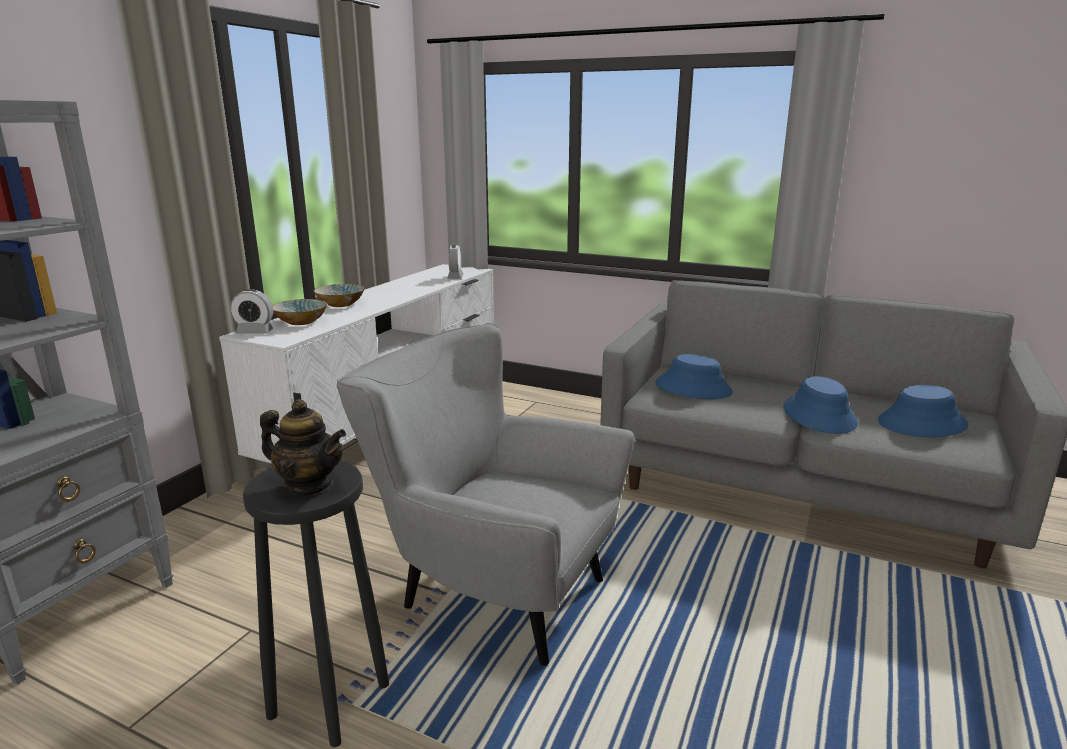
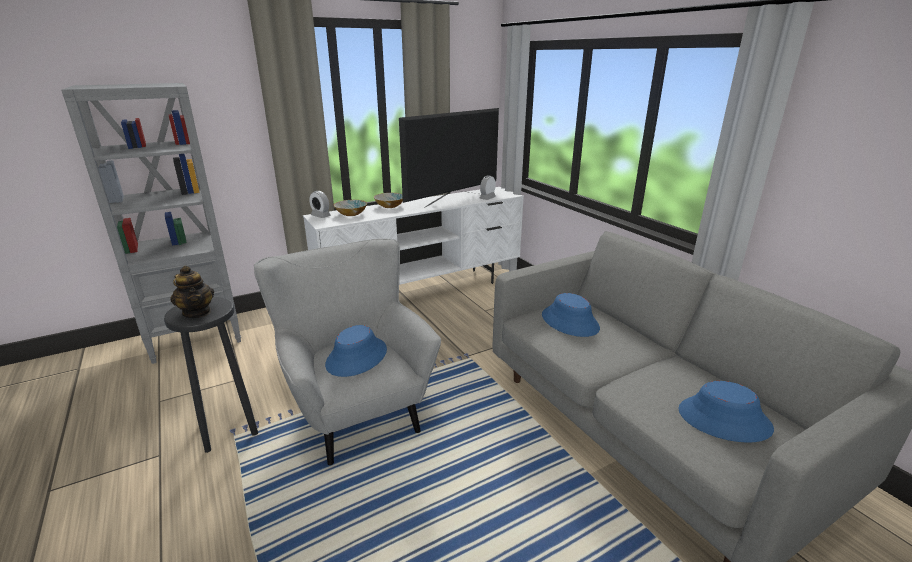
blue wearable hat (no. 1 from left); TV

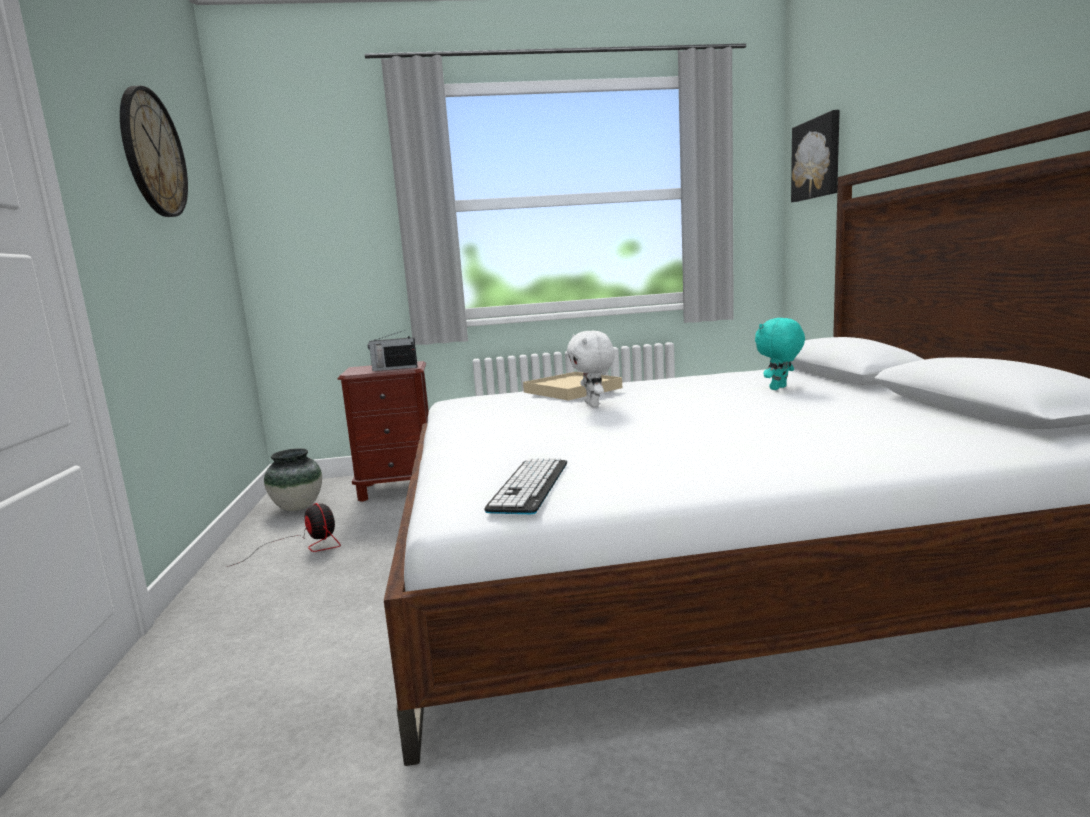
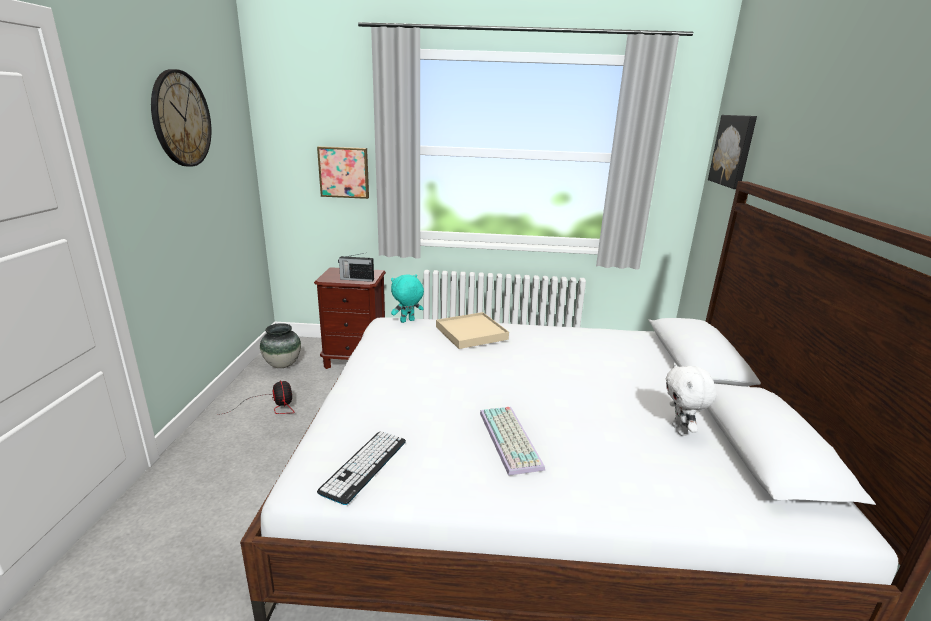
white cuddly toy; blue-green cuddly toy; picture (no. 1 from left); computer keyboard (no. 2 from left)

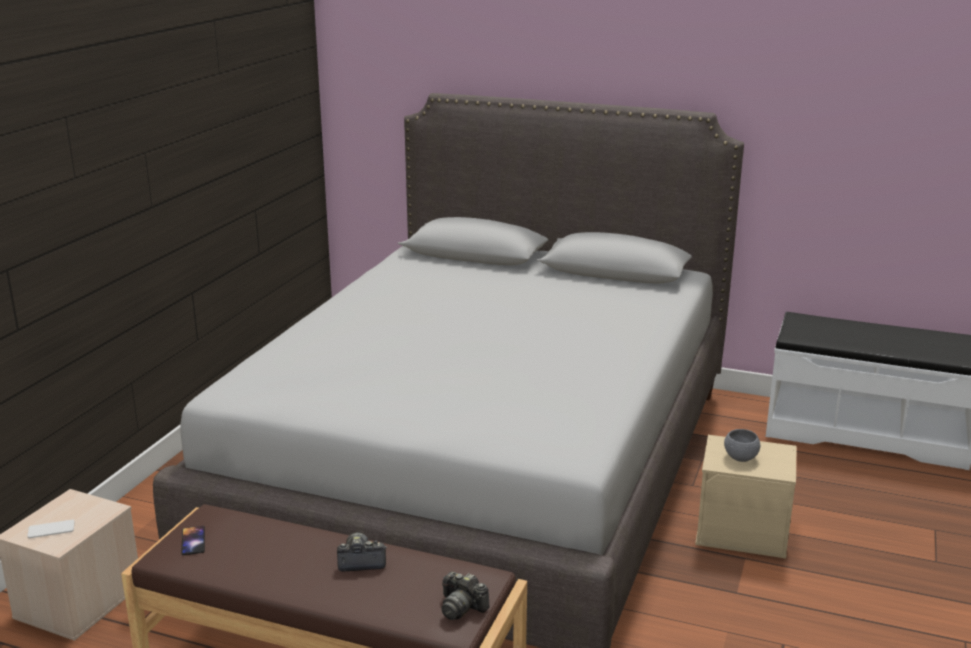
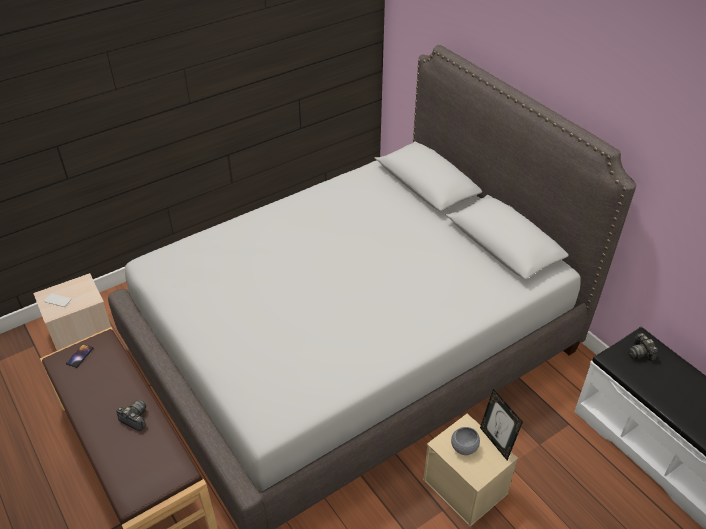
still camera (no. 2 from left); photo frame

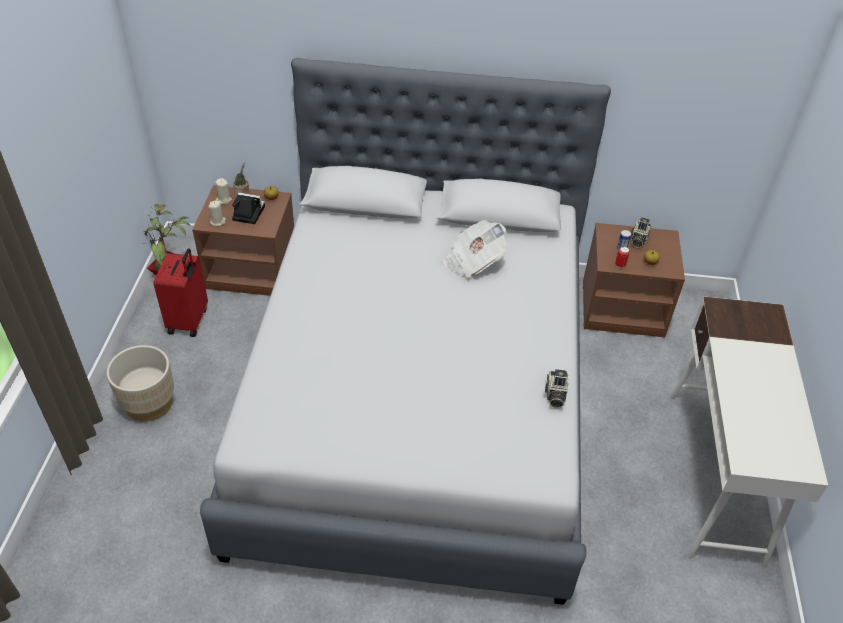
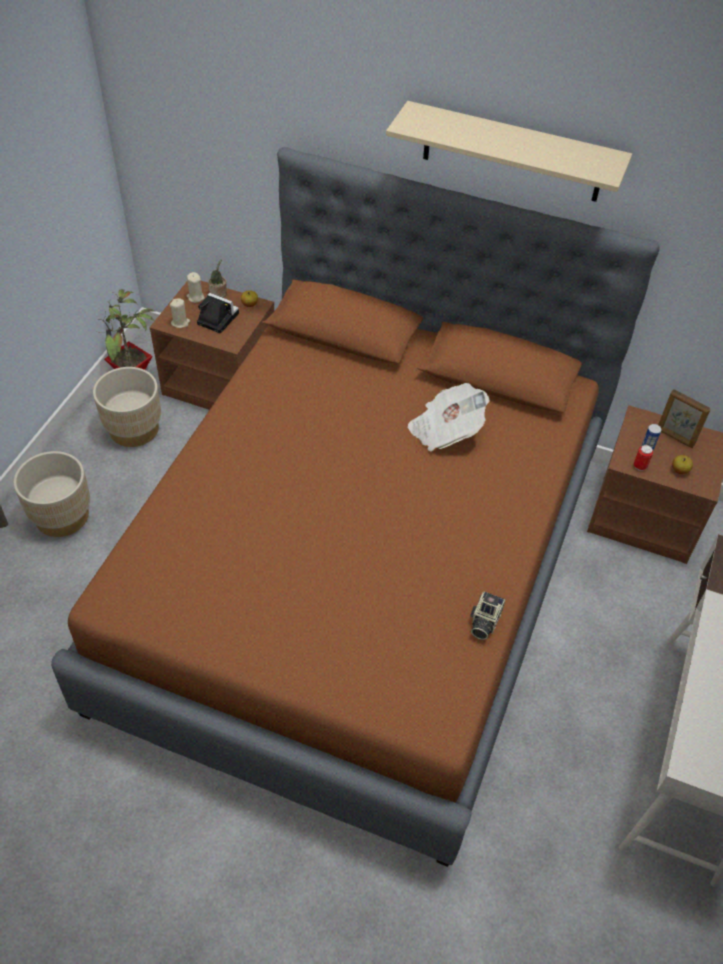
beige-coloured planter (no. 2 from left); brown sleeping bed; photo frame; beige-coloured bracket shelf

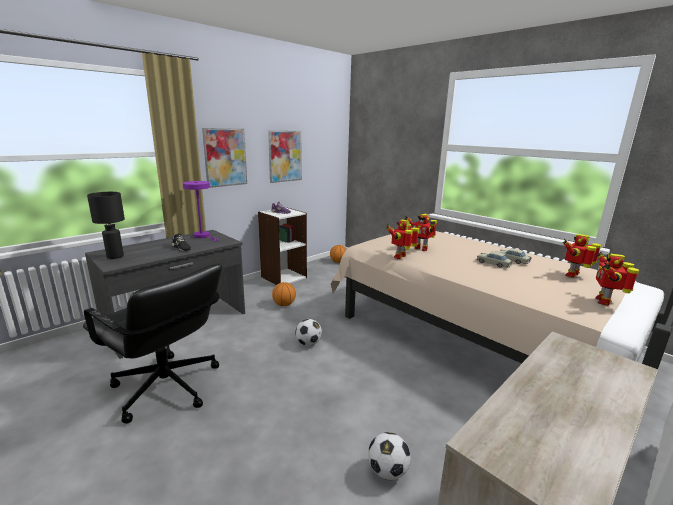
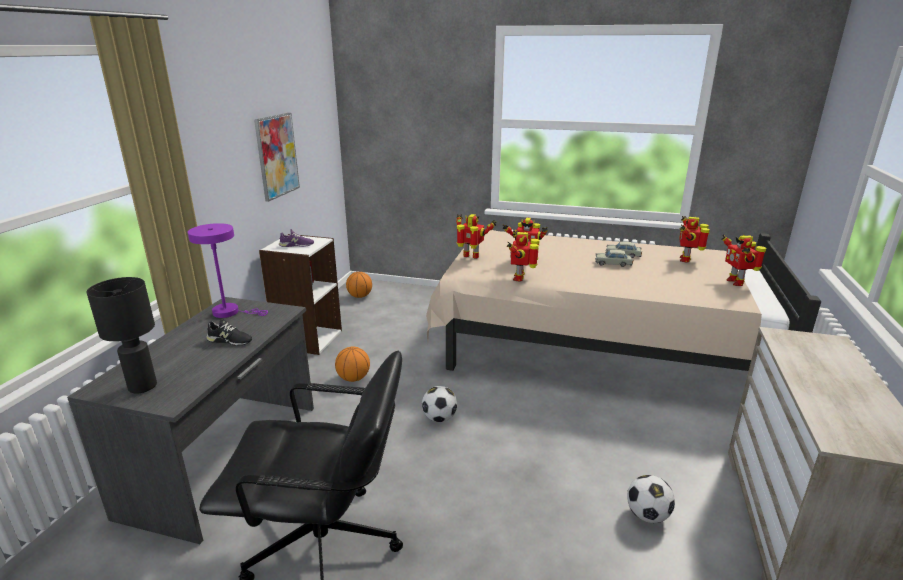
picture (no. 1 from left in the first image); toy robot (no. 1 from left)

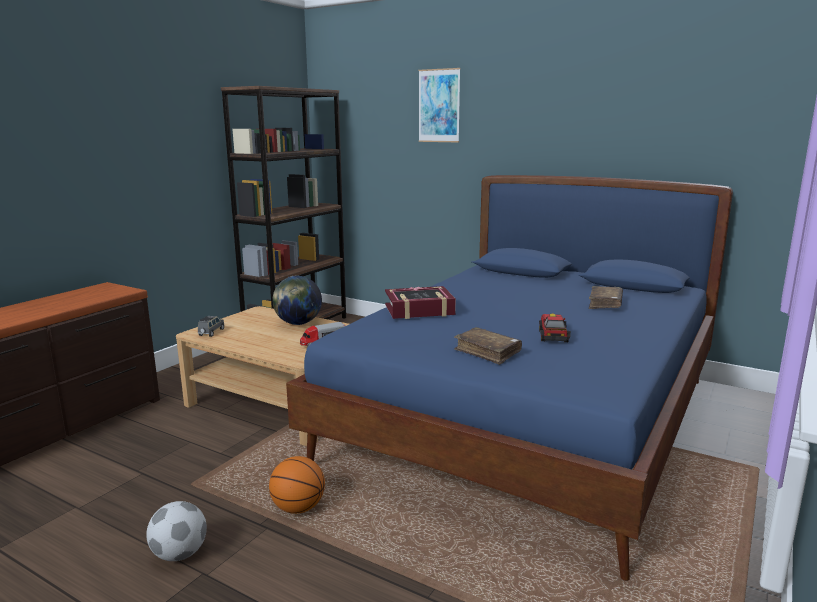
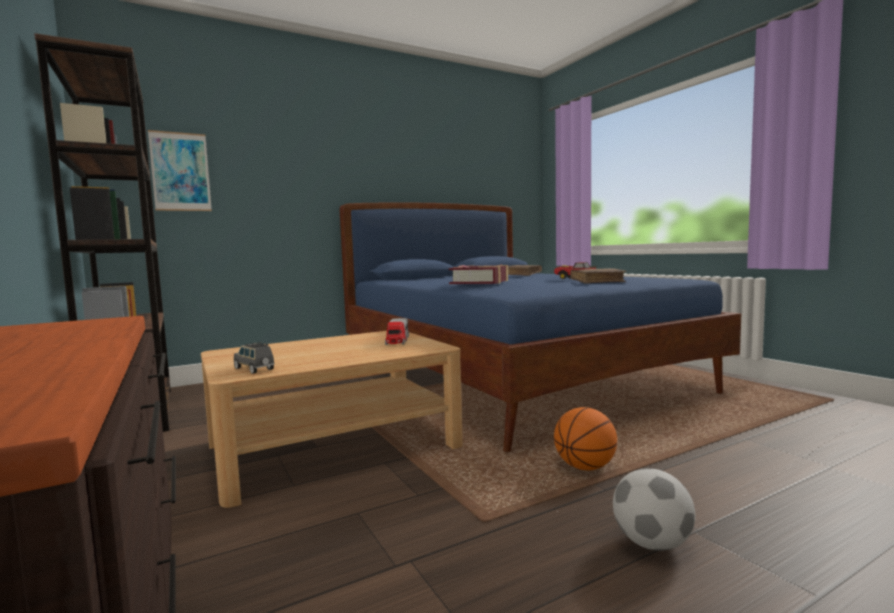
world globe; picture

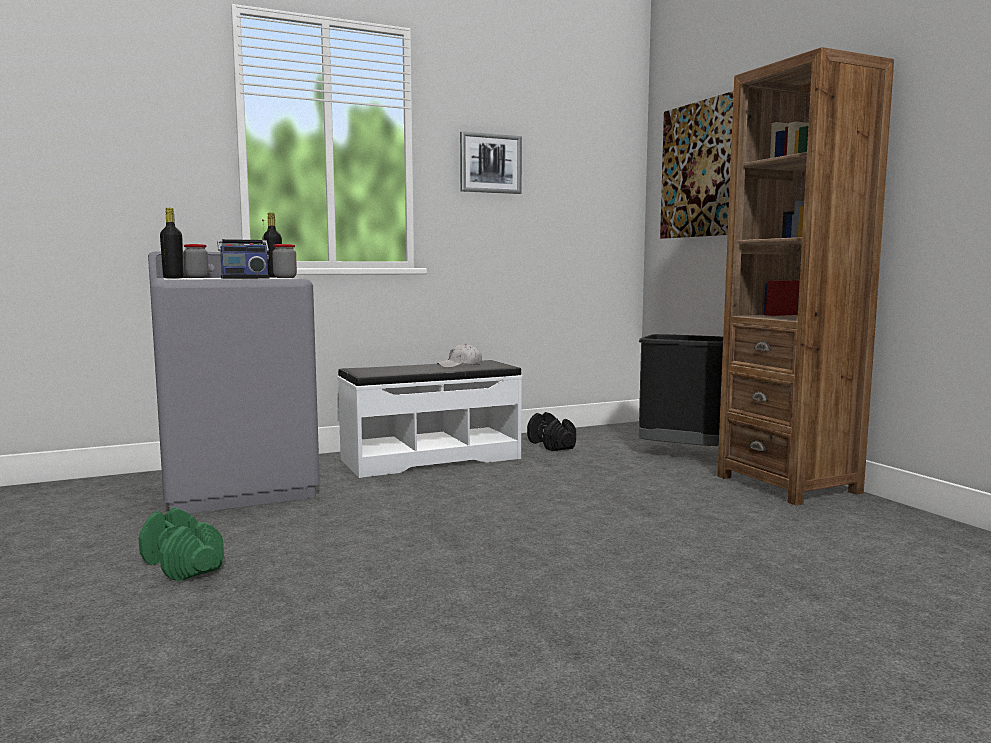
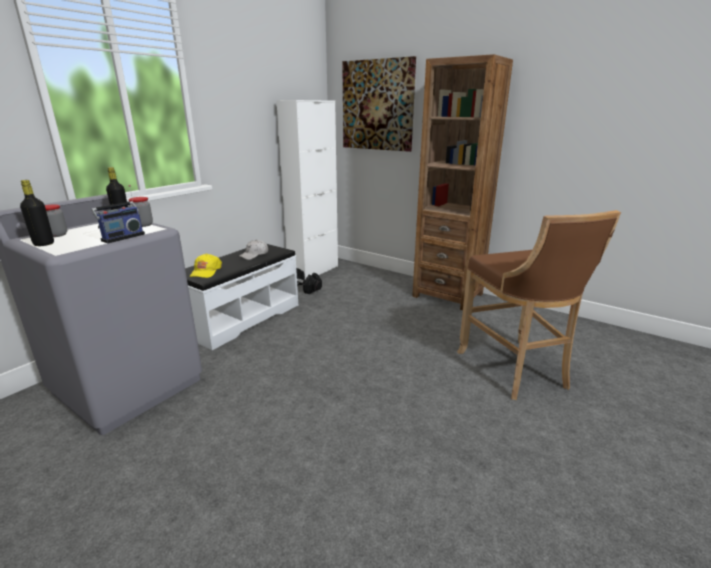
greenish free weight; picture (no. 1 from left in the first image); blackish waste bin; yellowish peaked cap; white cabinet; brown stool seat

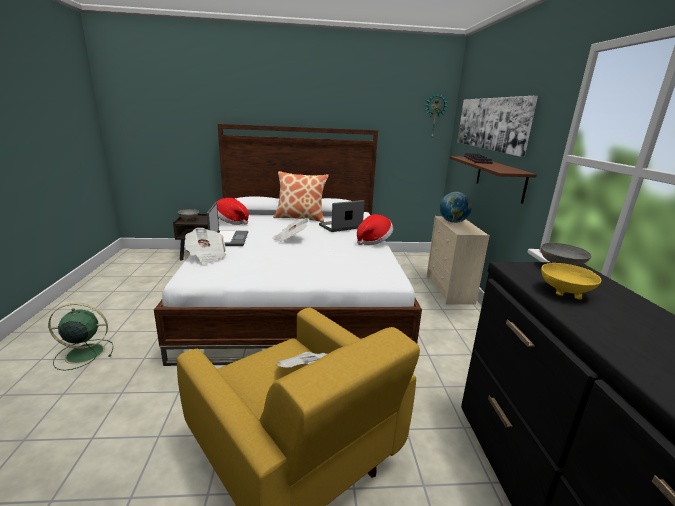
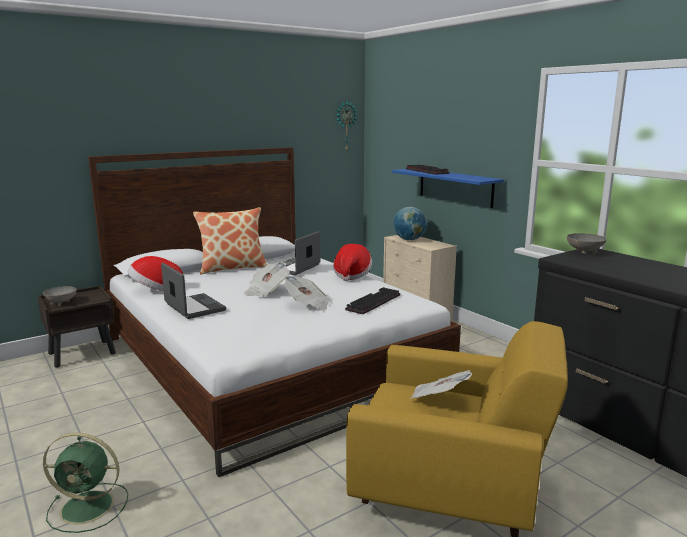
greenish fan; daily paper (no. 2 from left); blue bracket shelf; picture; yellowish bowl; computer keyboard (no. 1 from left)

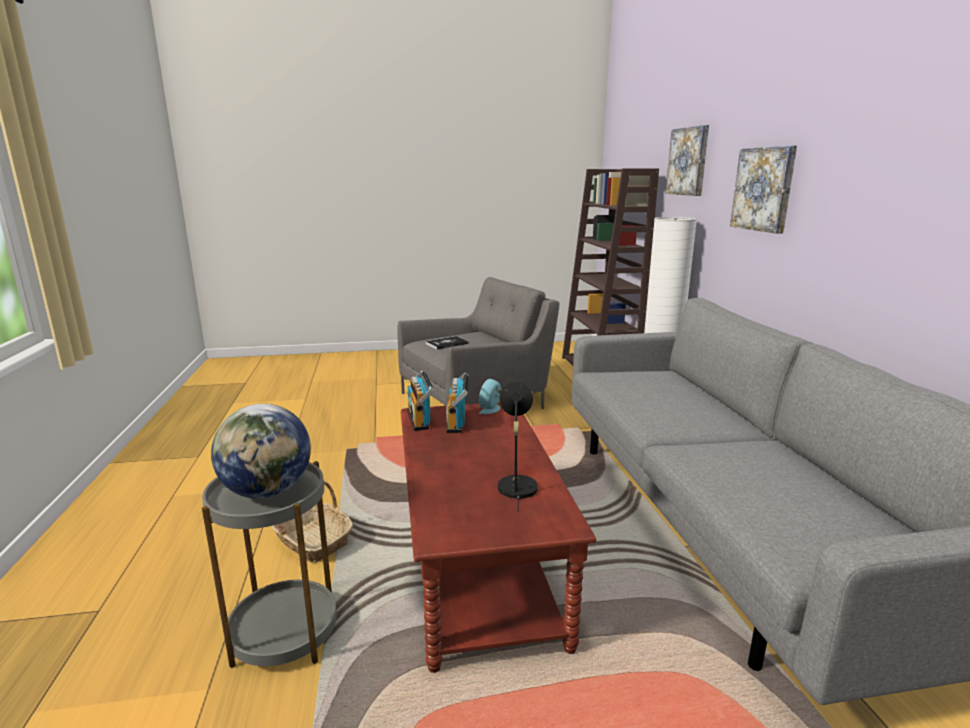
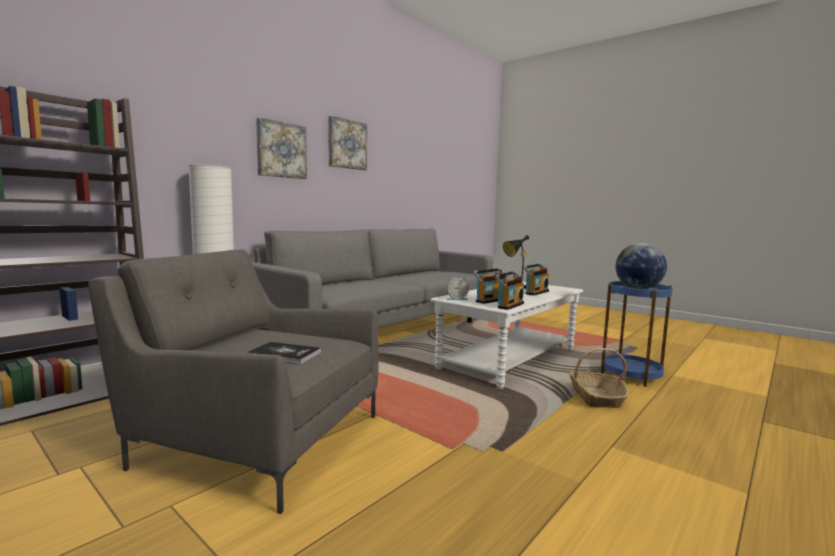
blue end table; white coffee table; picture (no. 2 from left); radio (no. 3 from left)

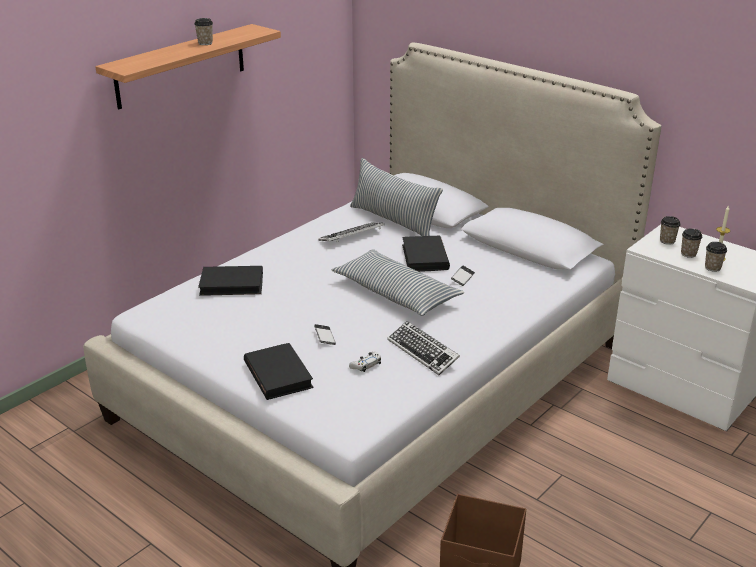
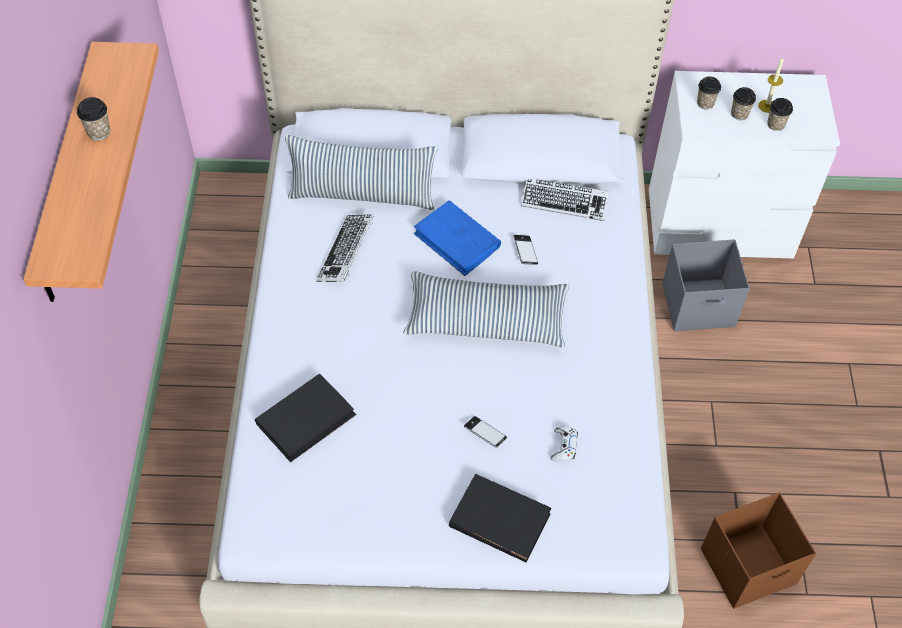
computer keyboard (no. 2 from left); blue volume; greyish storage box

